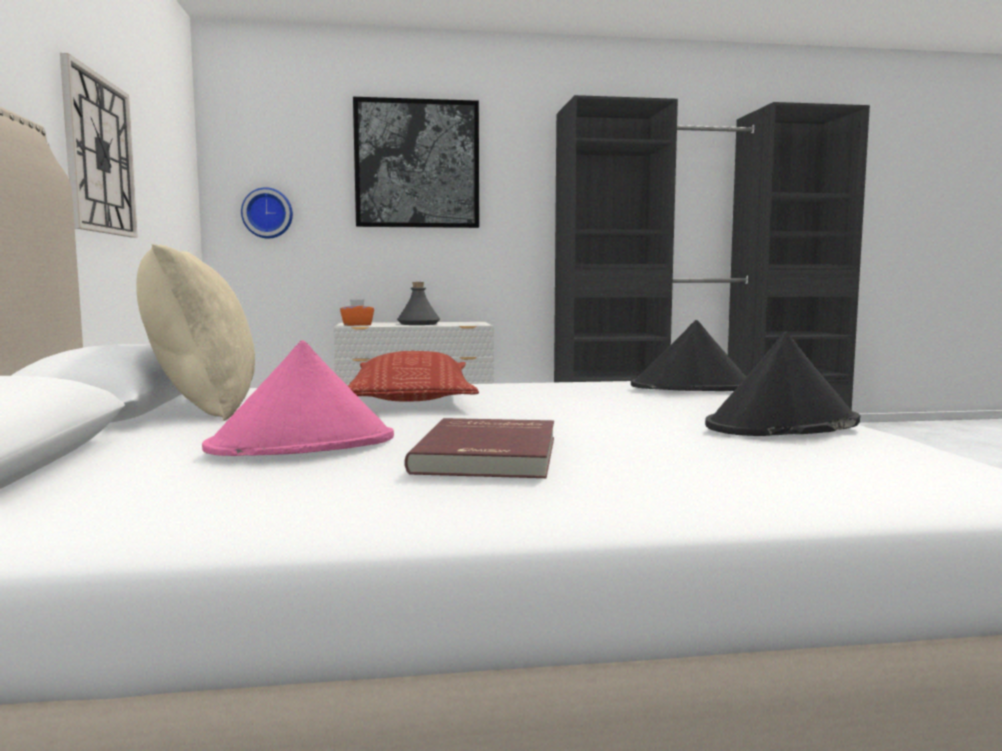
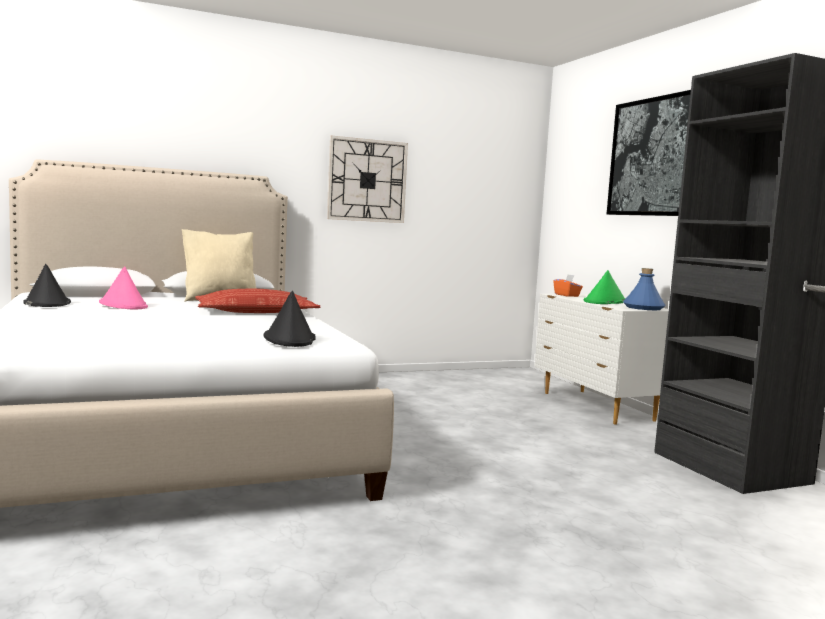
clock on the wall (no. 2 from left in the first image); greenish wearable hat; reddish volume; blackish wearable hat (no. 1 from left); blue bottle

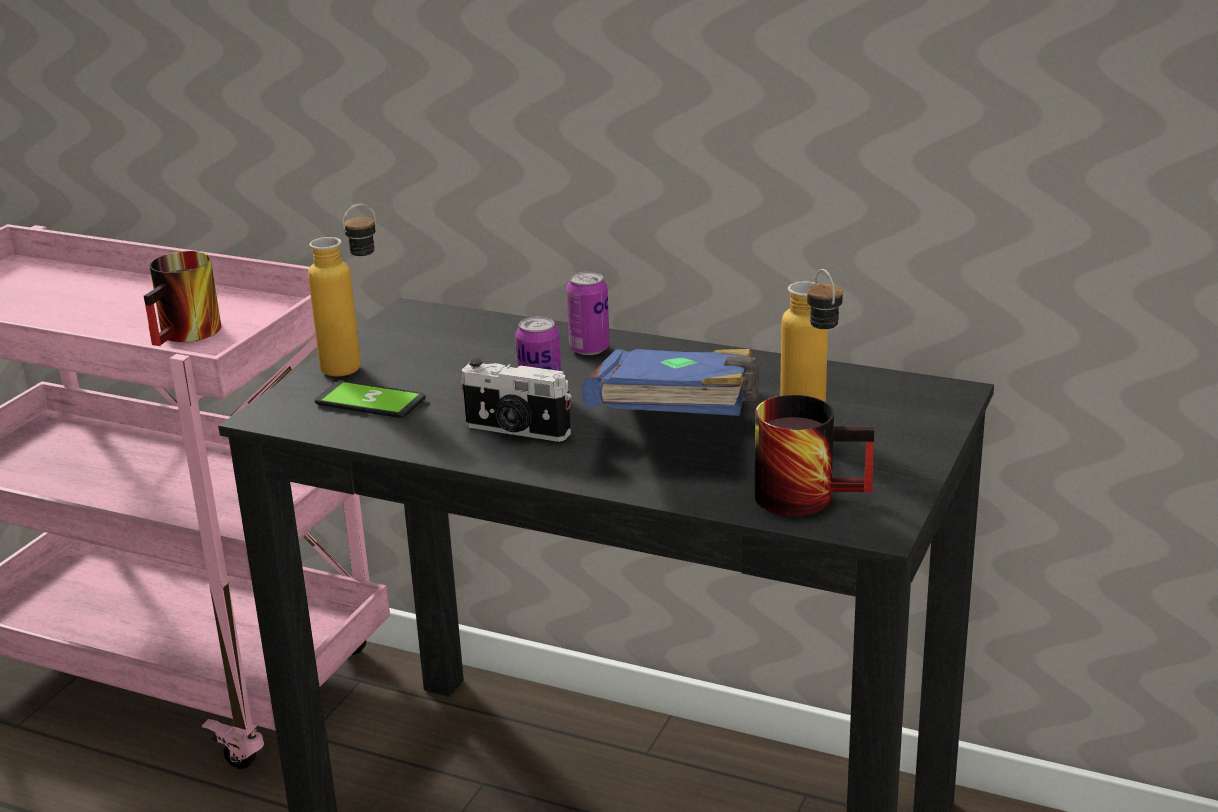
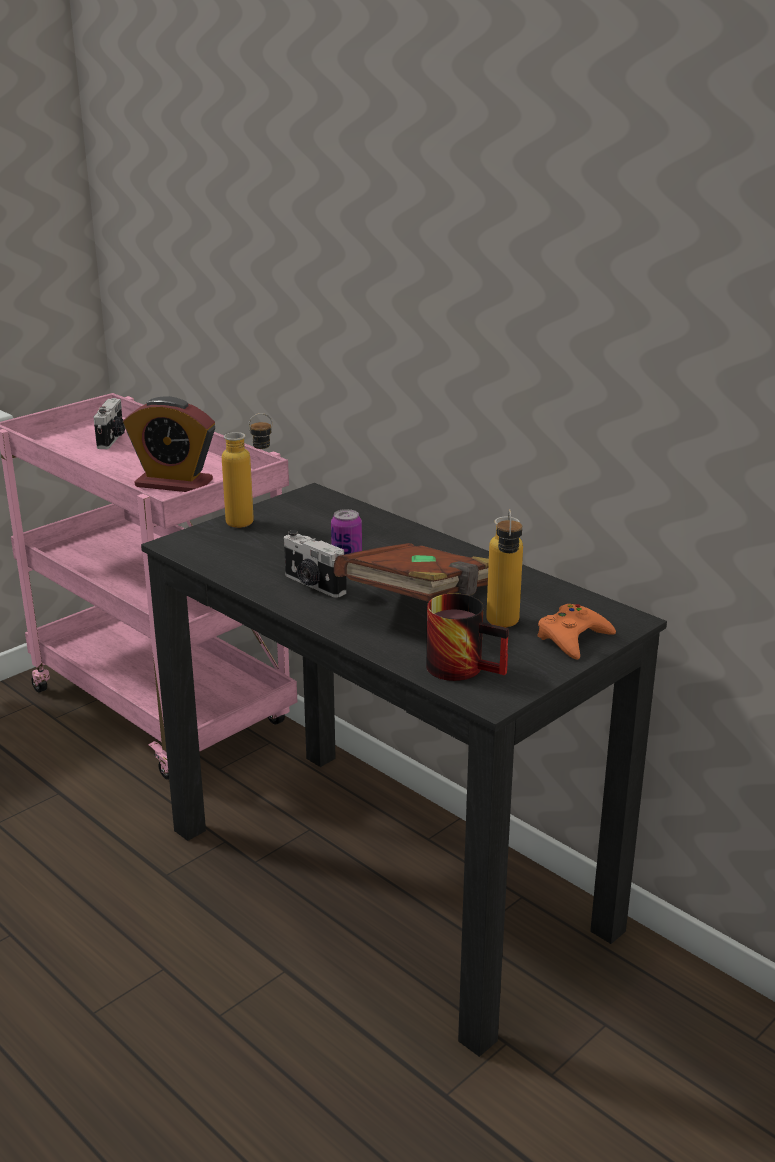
alarm clock; phone; can (no. 2 from left in the first image); brown volume; still camera (no. 1 from left); orangey gamepad

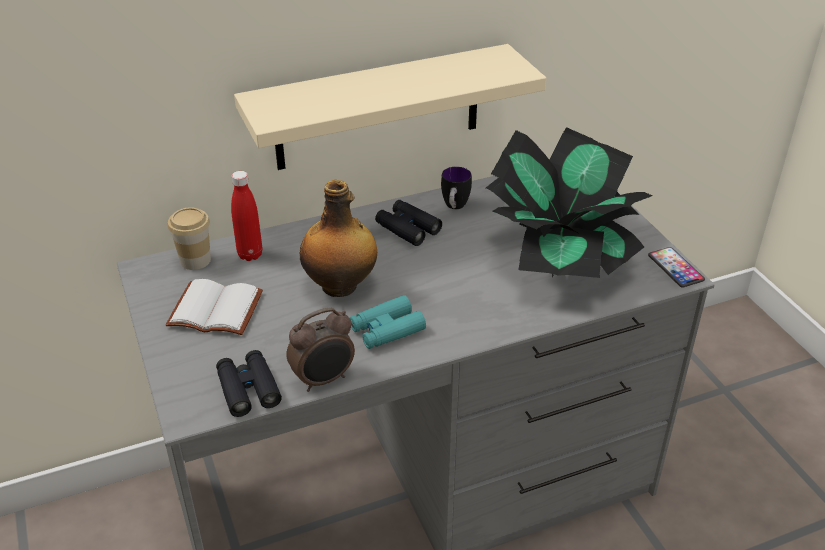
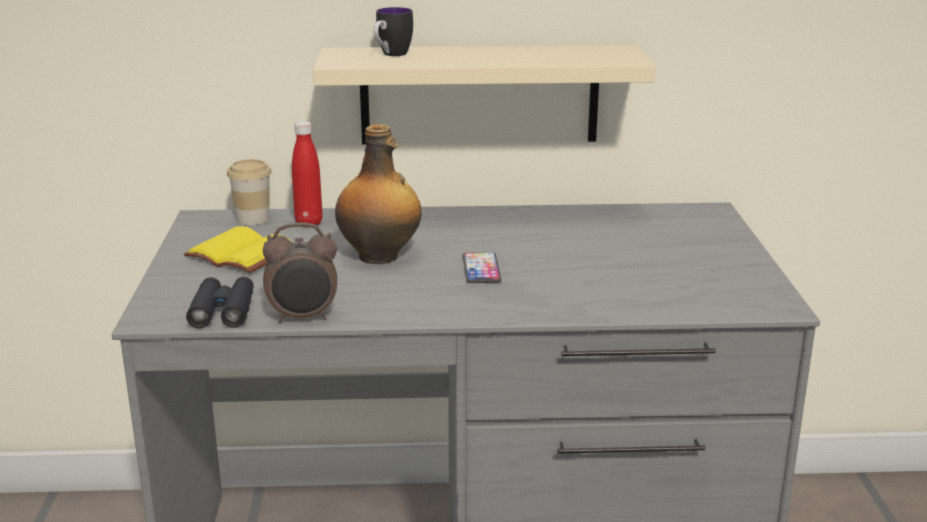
yellowish volume; blue-green pair of binoculars; blackish pair of binoculars (no. 2 from left in the first image); tea mug; potted plant; phone

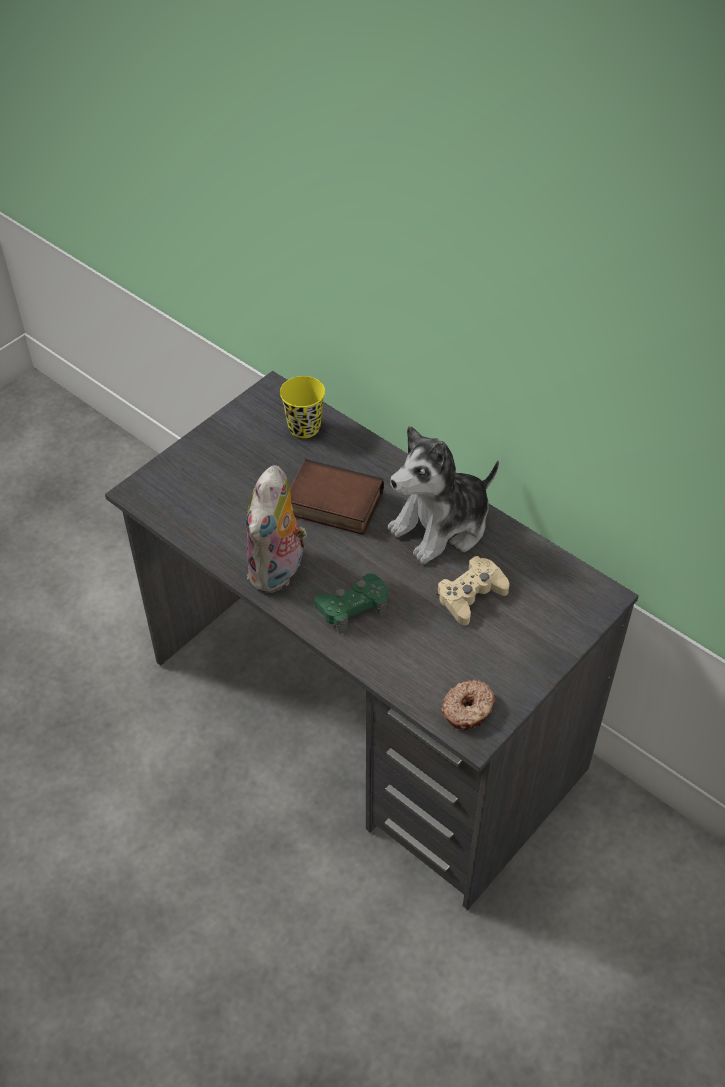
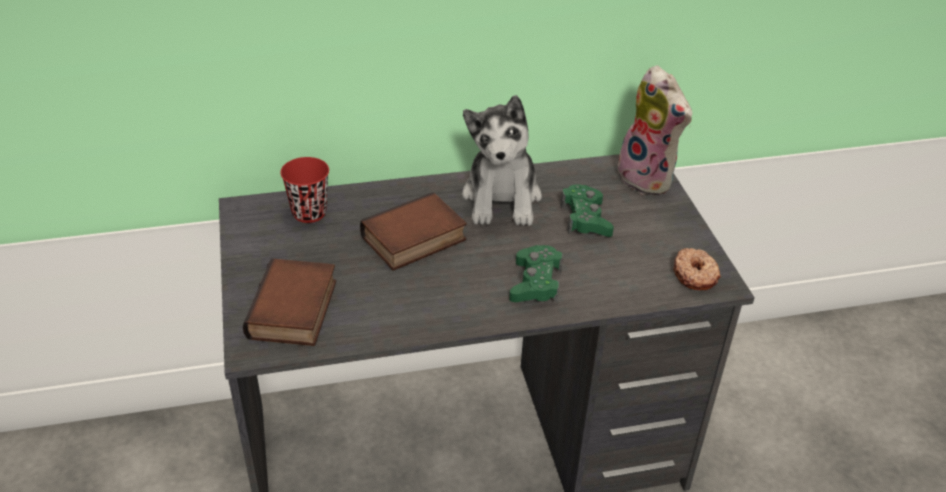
cuddly toy (no. 2 from left); reddish small cup; greenish gamepad (no. 2 from left); volume (no. 1 from left)

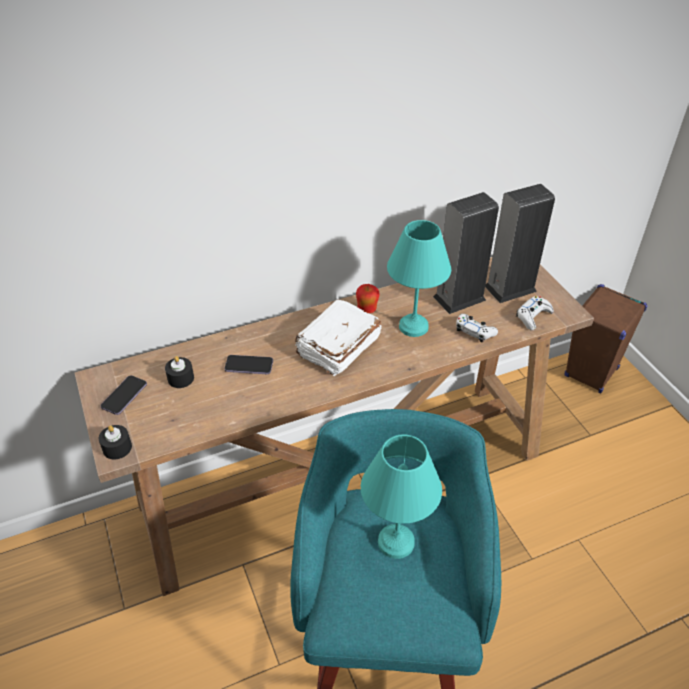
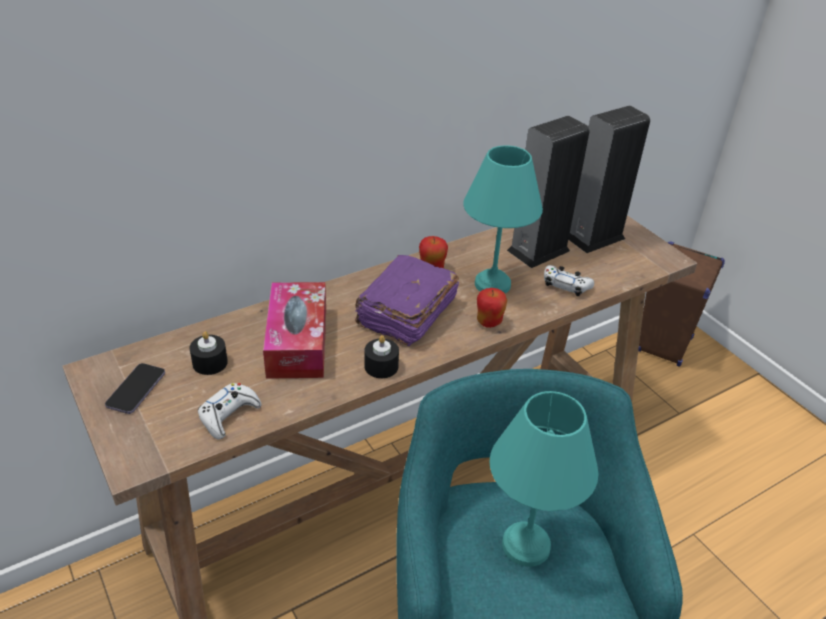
blackish wax candle (no. 2 from left); box of tissues; purplish volume; white gamepad (no. 1 from left); apple fruit (no. 2 from left)

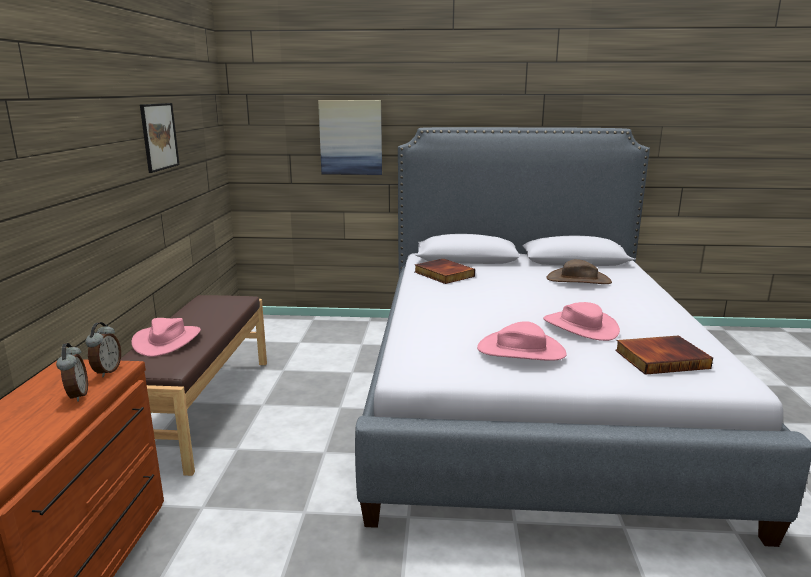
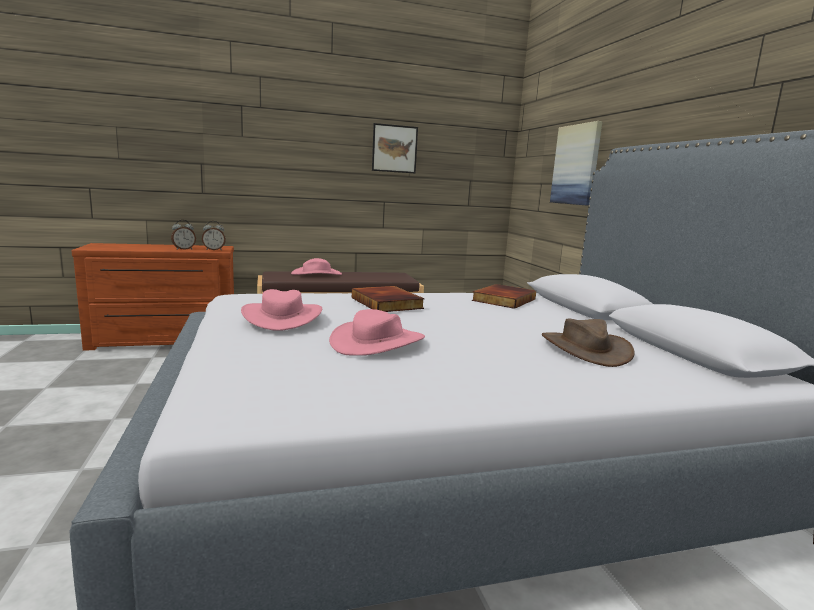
volume (no. 1 from left)

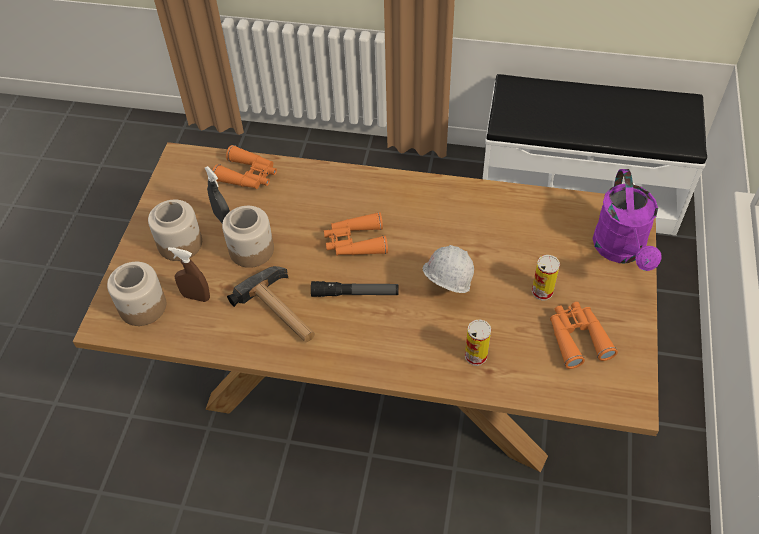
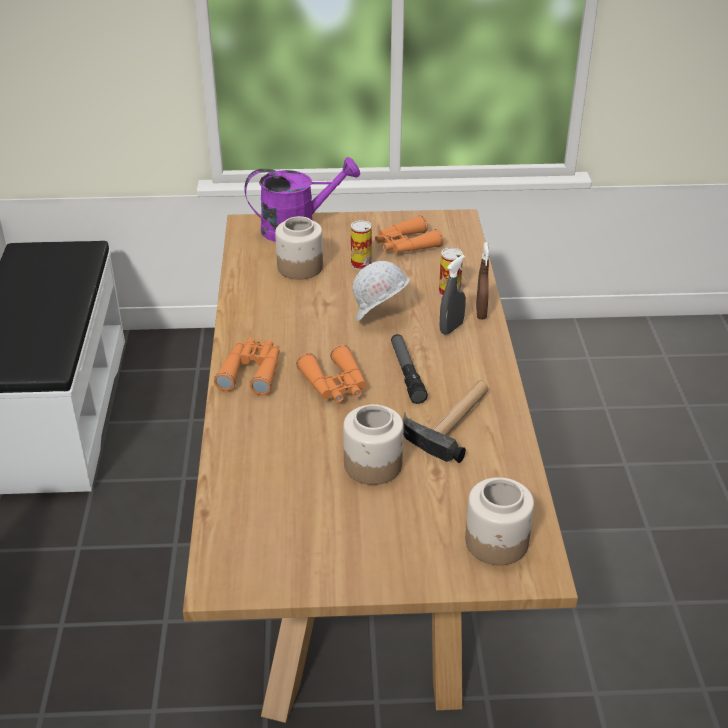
storage jar (no. 1 from left); brown hand sprayer; greyish hand sprayer; orangey pair of binoculars (no. 1 from left)

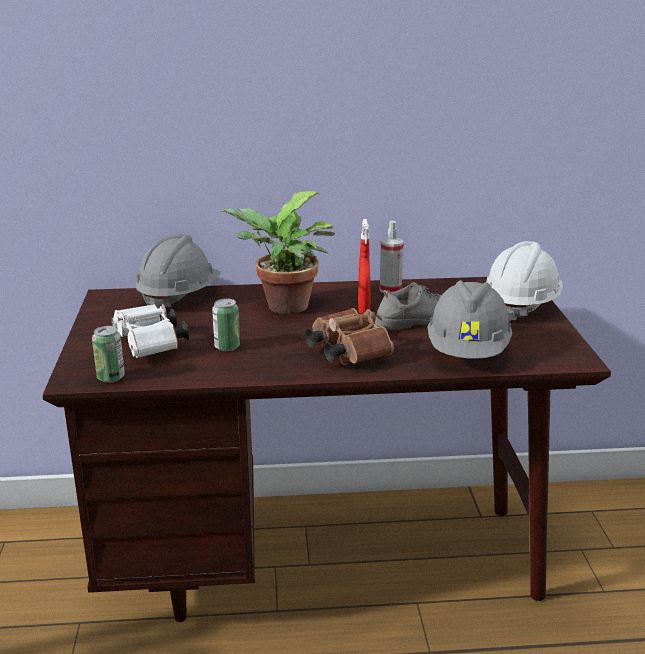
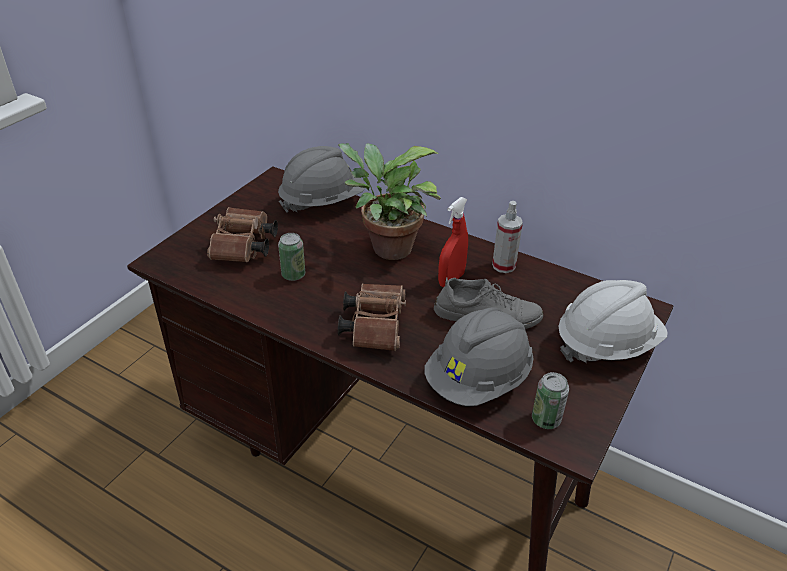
can (no. 2 from left); brown pair of binoculars (no. 1 from left)

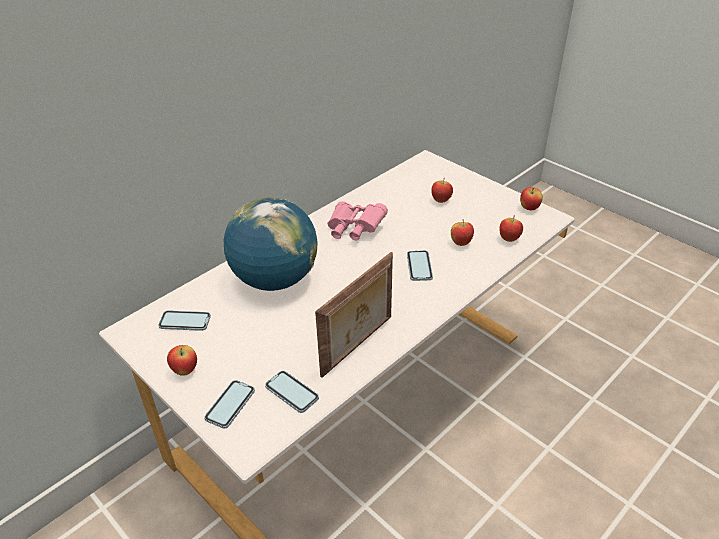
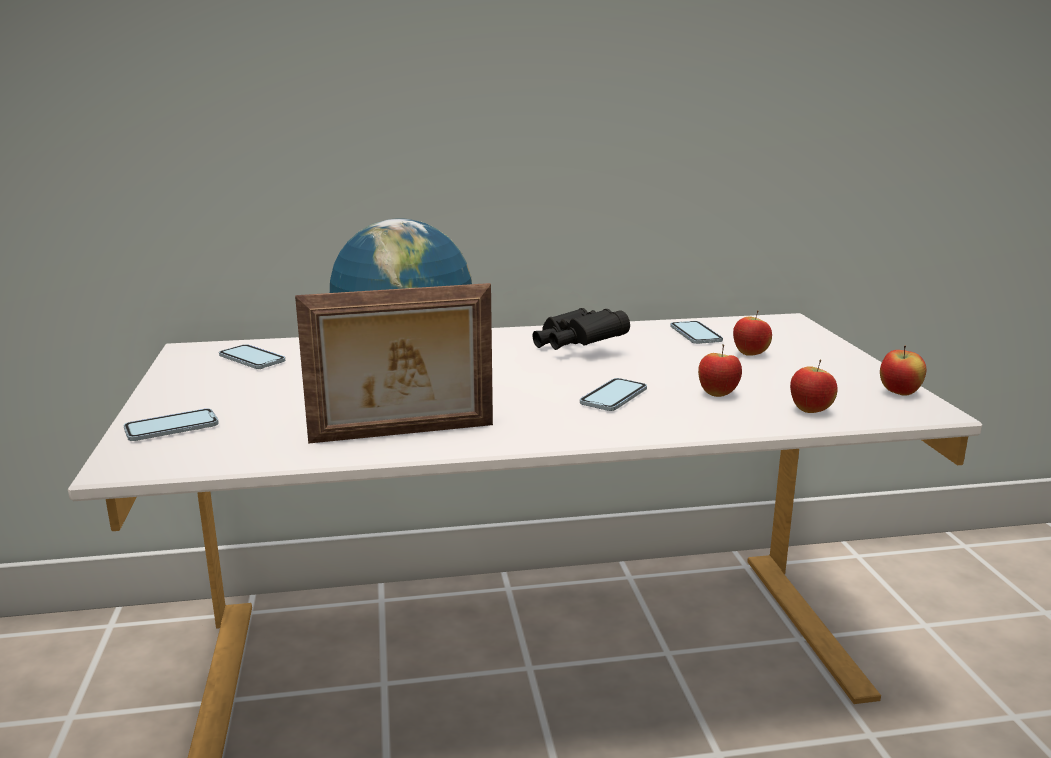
apple fruit (no. 1 from left in the first image); phone (no. 4 from left); blackish pair of binoculars

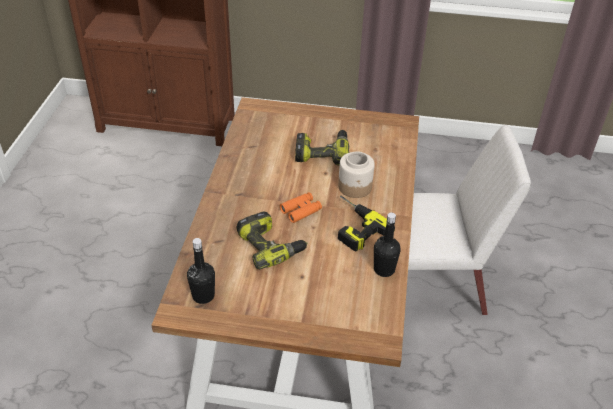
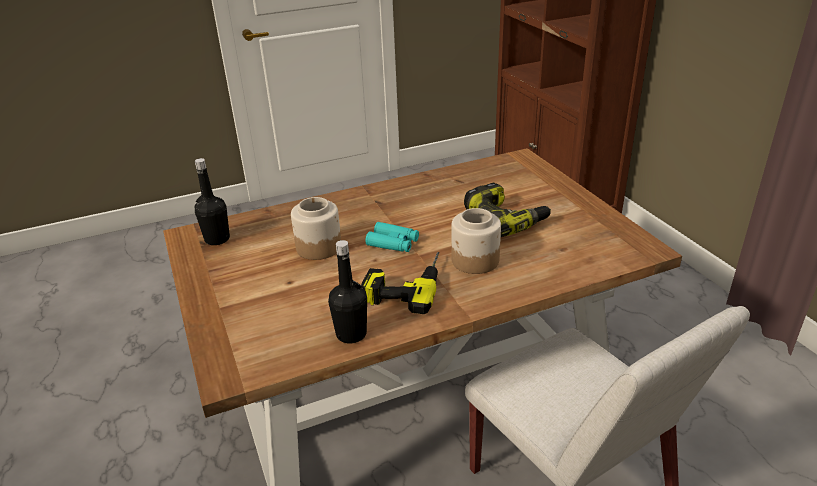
storage jar (no. 1 from left); blue-green pair of binoculars

